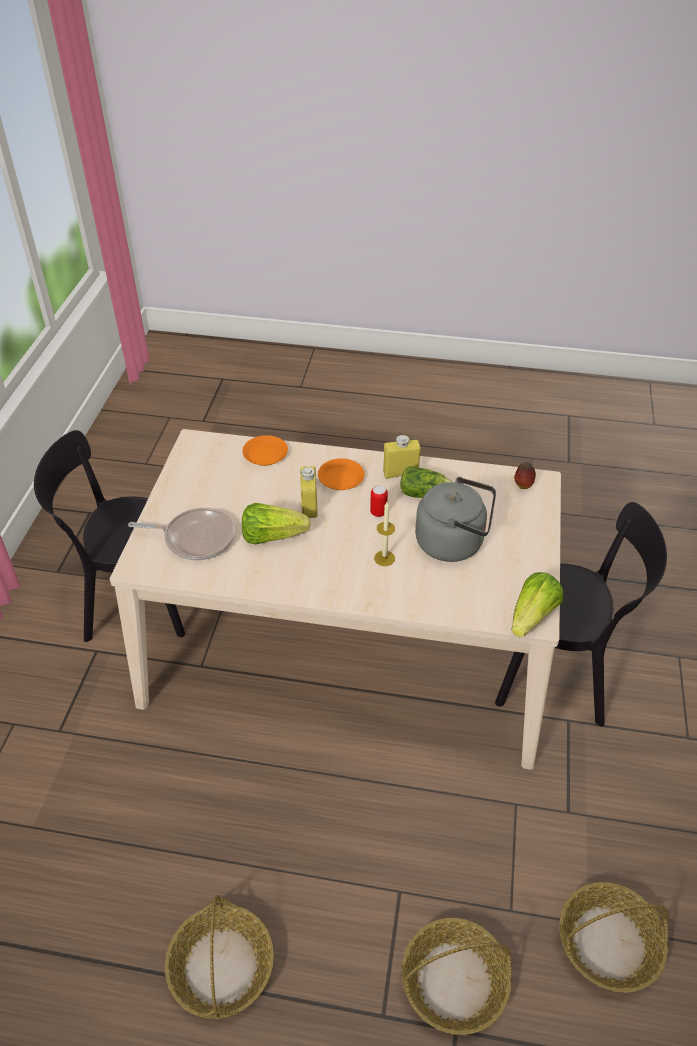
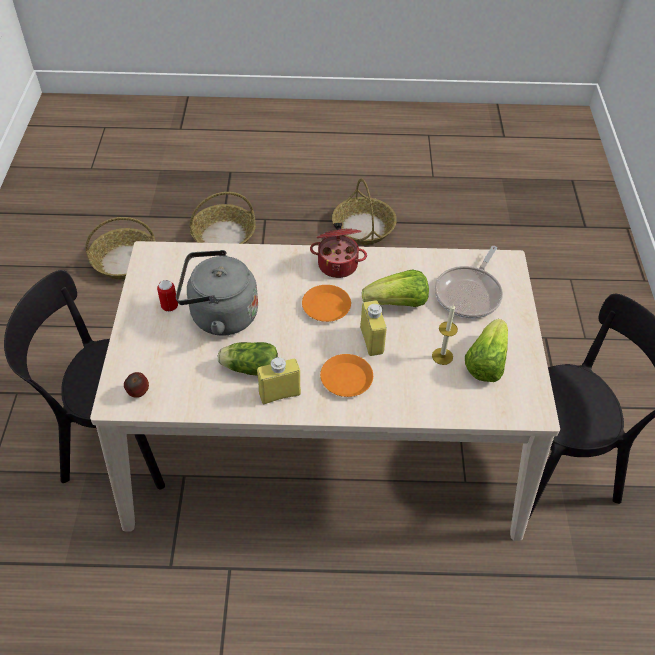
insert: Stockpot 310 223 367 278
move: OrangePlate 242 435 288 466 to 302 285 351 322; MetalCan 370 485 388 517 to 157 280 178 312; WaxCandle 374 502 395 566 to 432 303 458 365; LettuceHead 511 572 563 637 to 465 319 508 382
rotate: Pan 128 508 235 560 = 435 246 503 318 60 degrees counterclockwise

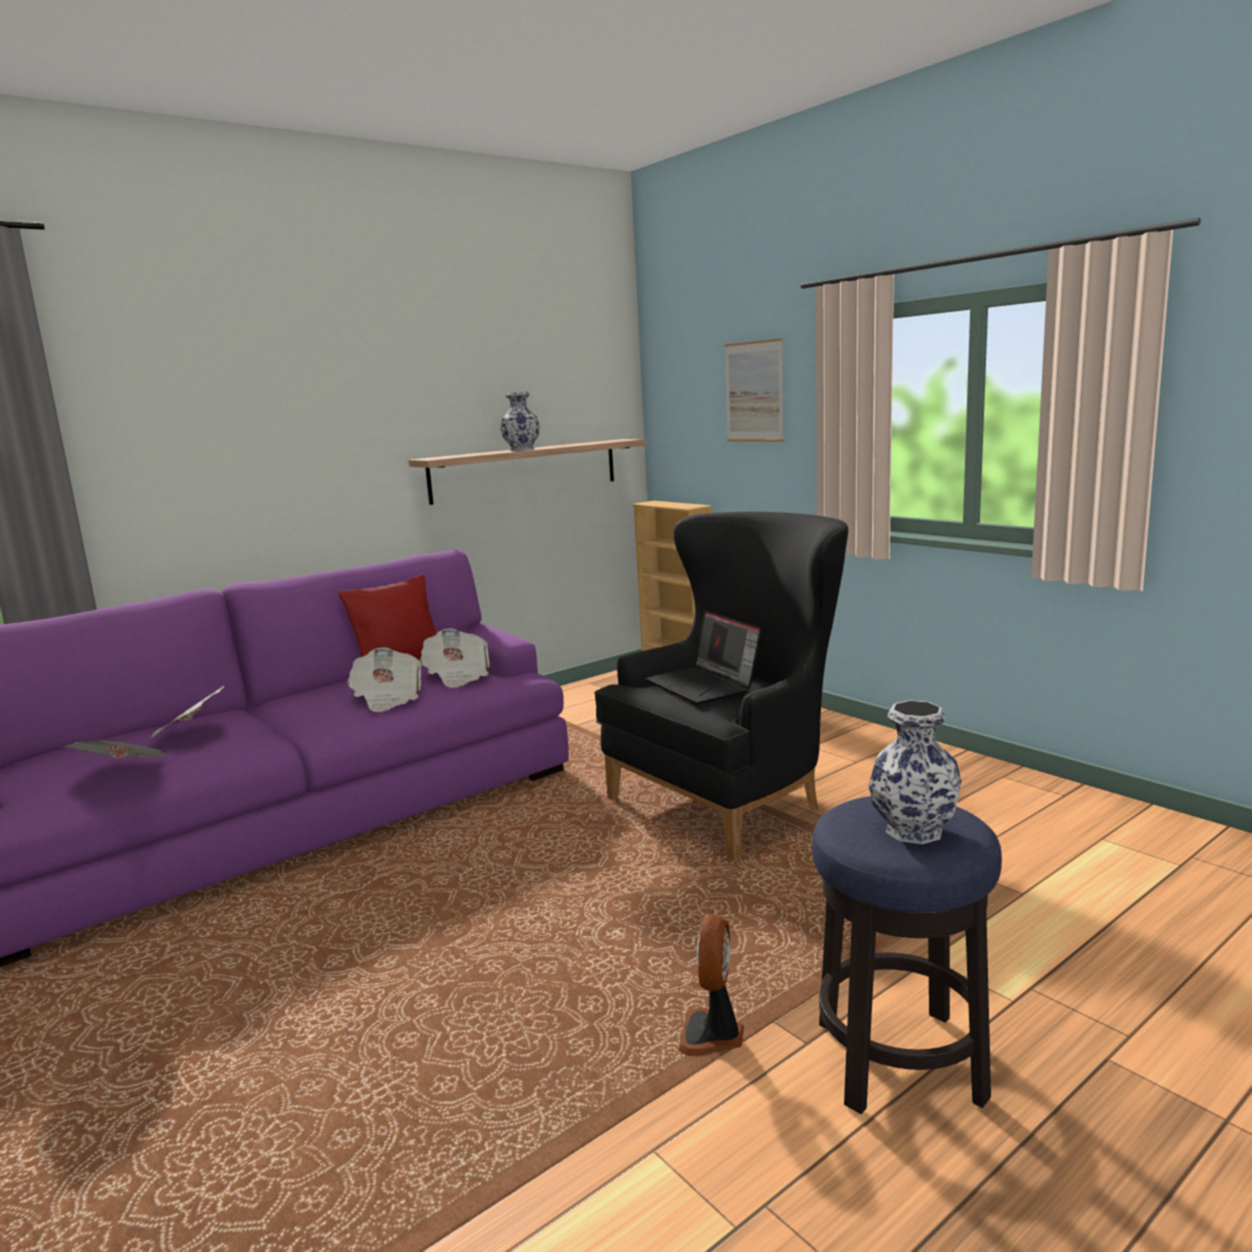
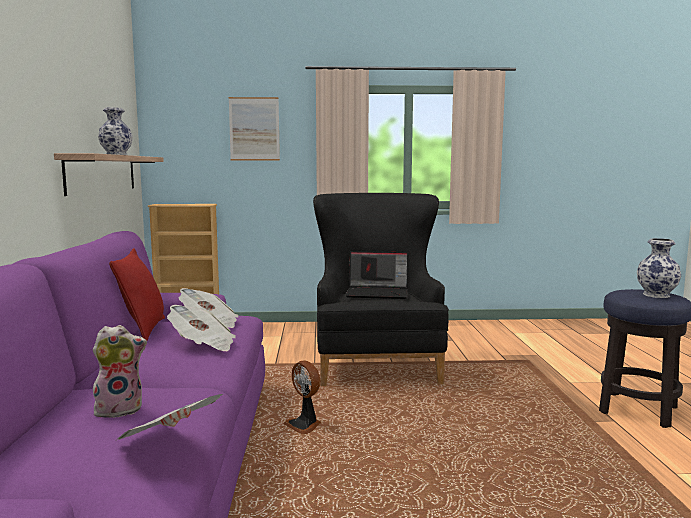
move: Fan 678 914 744 1056 to 283 361 321 434
replace: Newspaper 144 686 224 743 to CuddlyToy 93 325 147 418

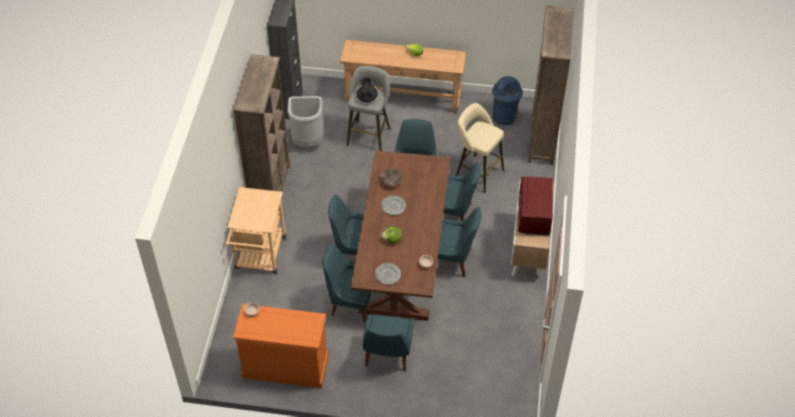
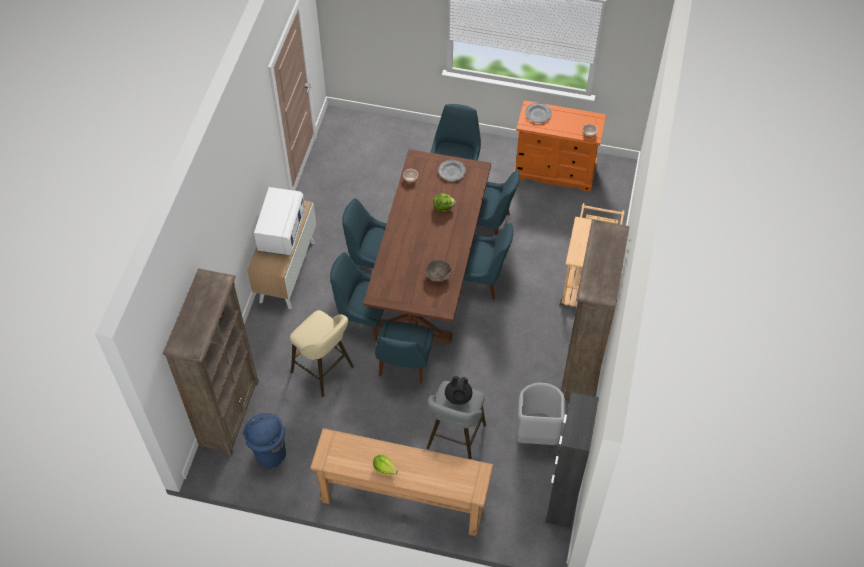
move: GreyPlate 381 196 406 215 to 525 103 552 123
recolor: RedColouredMicrowaveOven 518 176 553 236 to WhiteColouredMicrowaveOven 254 187 305 255

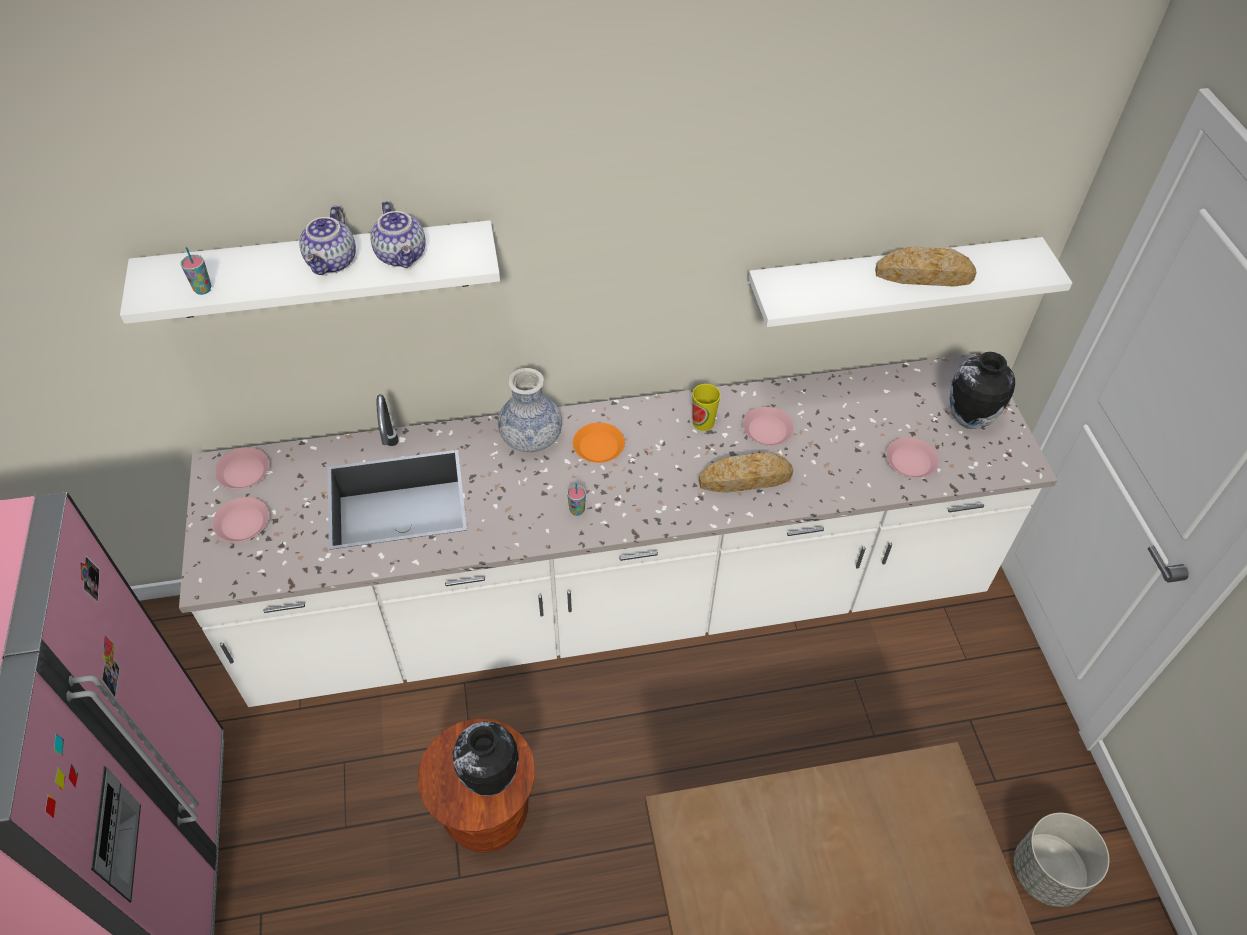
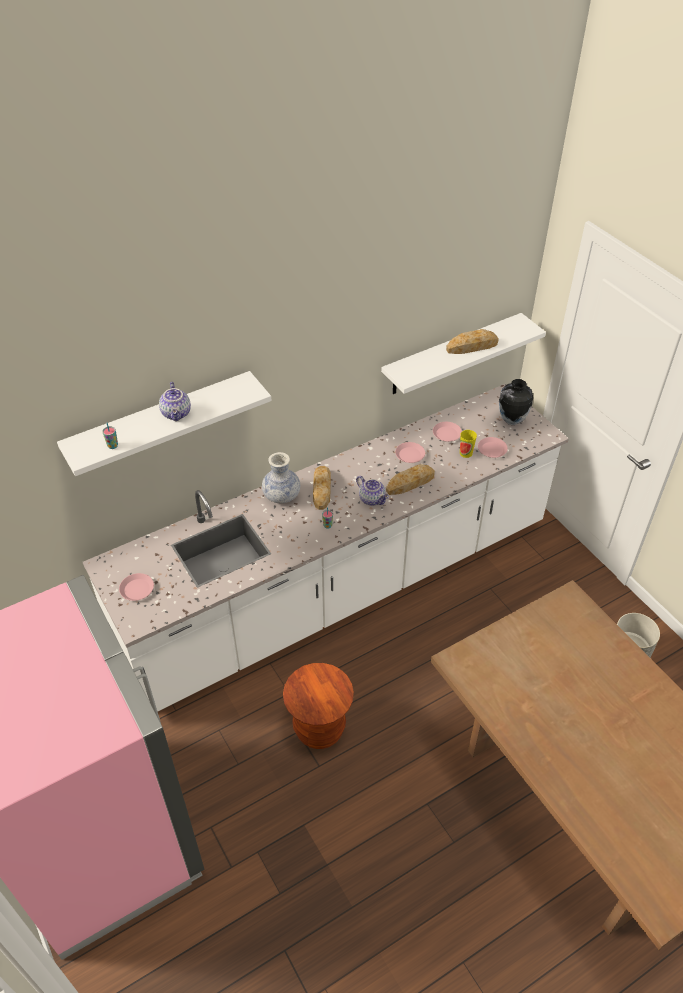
delete: Vase 453 722 519 796
move: PinkishPlate 215 447 269 489 to 433 422 462 442; Teapot 370 201 426 268 to 356 476 389 506; DrinkingCup 692 384 721 431 to 460 430 477 458
replace: OrangePlate 573 423 625 463 to BakedBread 313 466 331 510

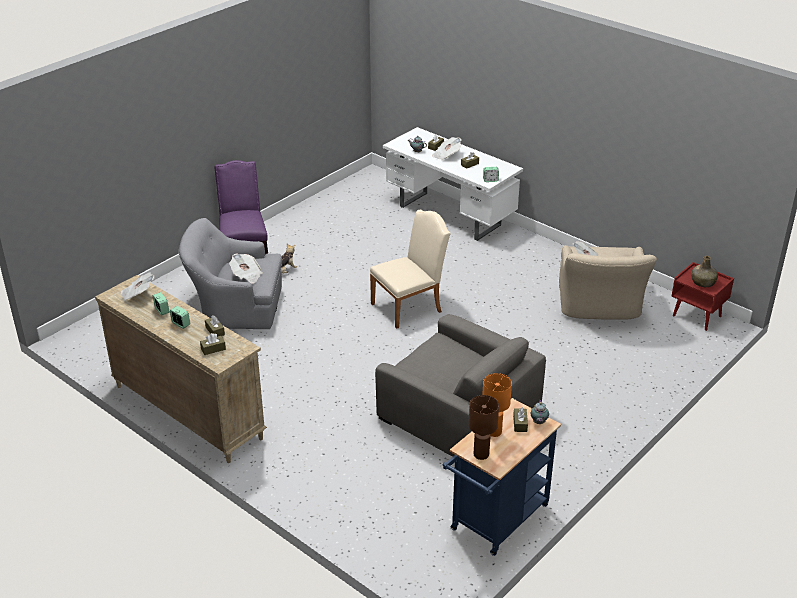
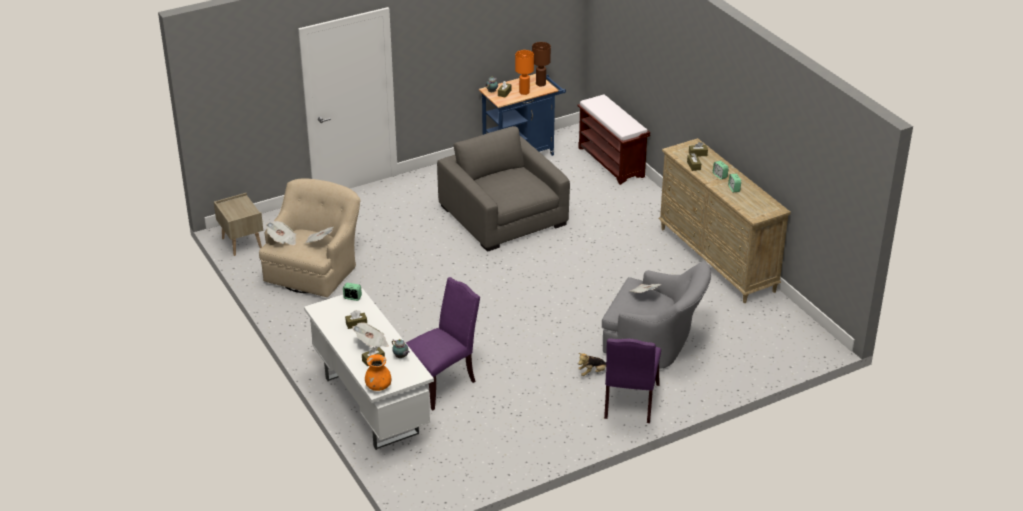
delete: BeigeColouredPlainChair 370 210 451 329; GreenBeverageBottle 691 256 718 287
insert: OrangeVase 365 354 392 391; PurplishPlainChair 406 277 480 411; BrownIndoorBench 577 95 650 185
move: Newspaper 120 272 154 301 to 266 221 296 246
recolor: RedColouredNightstand 671 262 734 331 to BeigeColouredNightstand 214 193 263 256

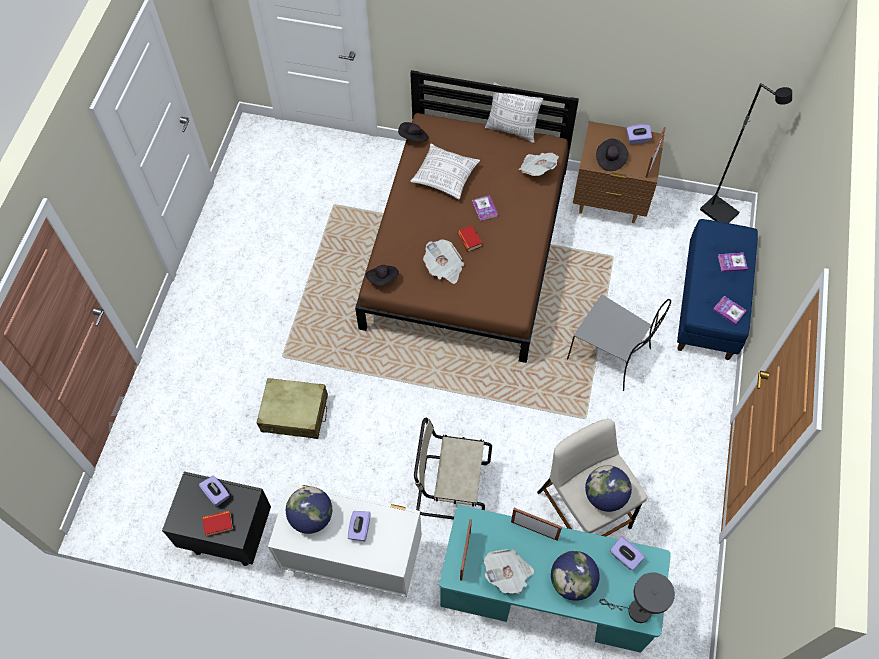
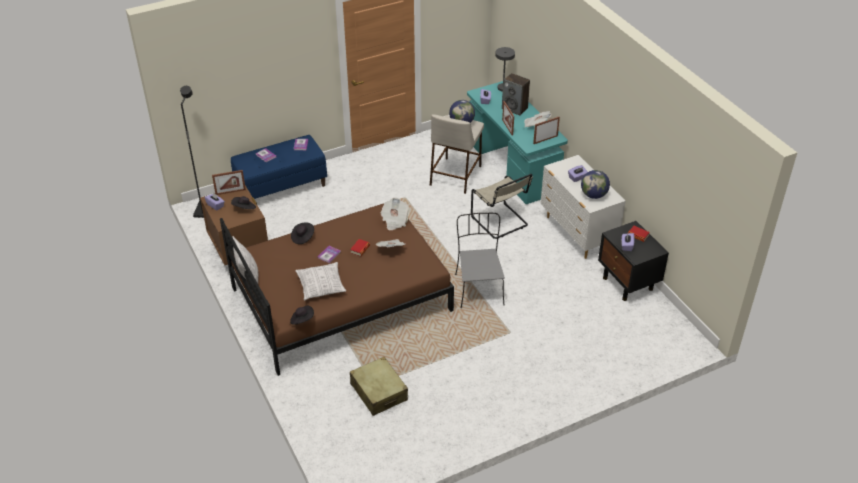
move: BeigeColouredTravelCase 257 378 328 439 to 350 357 408 416; BlackHat 366 265 399 286 to 291 223 314 244; Newspaper 519 153 559 176 to 381 198 410 230; GreyPlainChair 567 294 671 391 to 455 213 505 308
replace: WorldGlobe 551 551 600 601 to AudioSpeaker 502 73 530 115

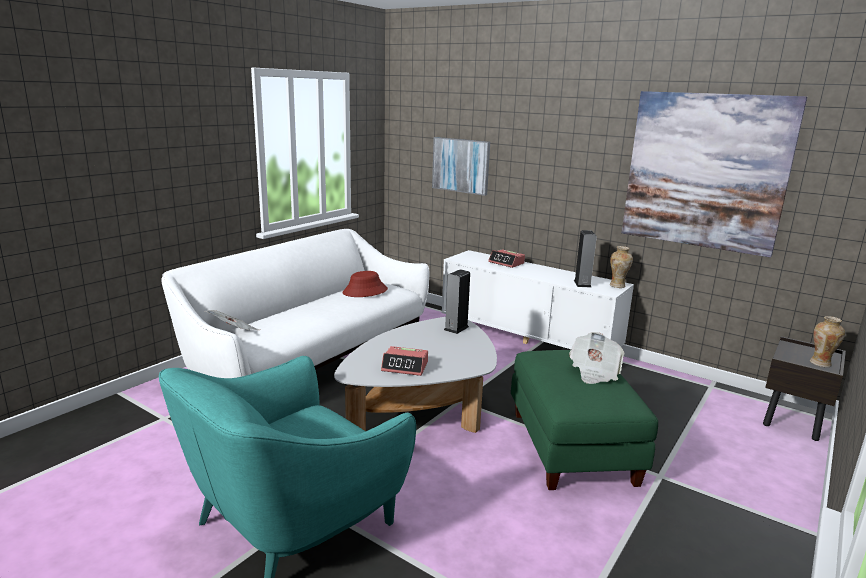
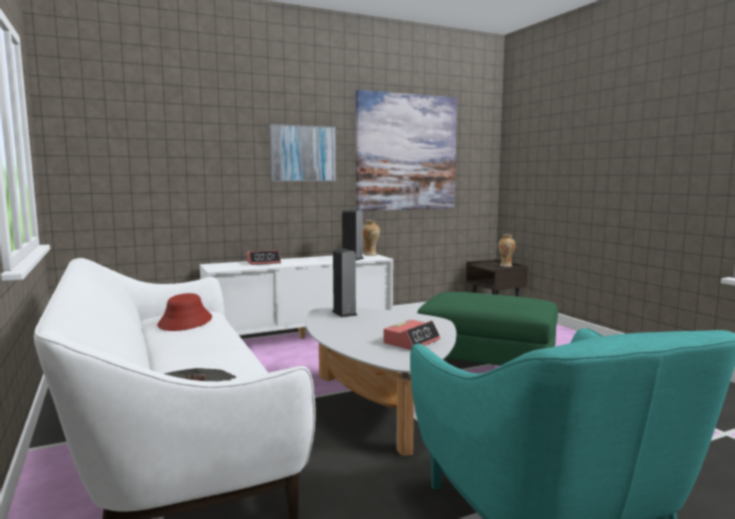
delete: Newspaper 569 332 624 384
move: Picture 432 137 490 196 to 269 124 336 181

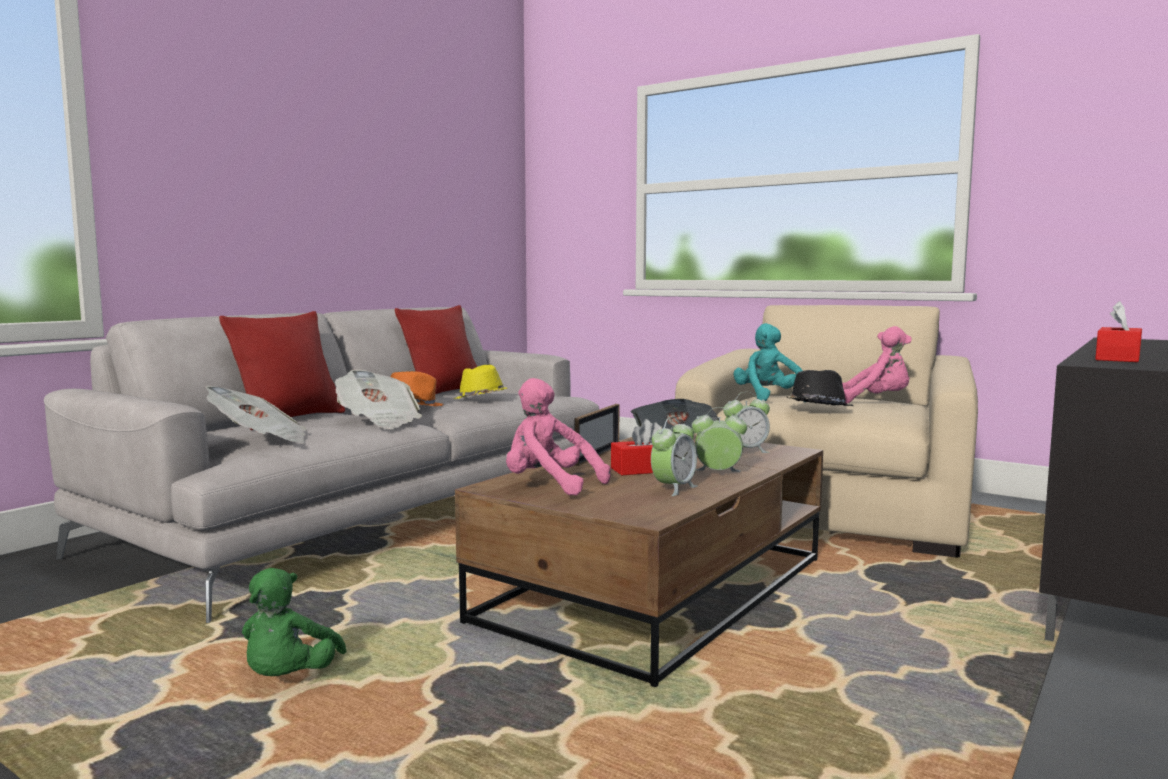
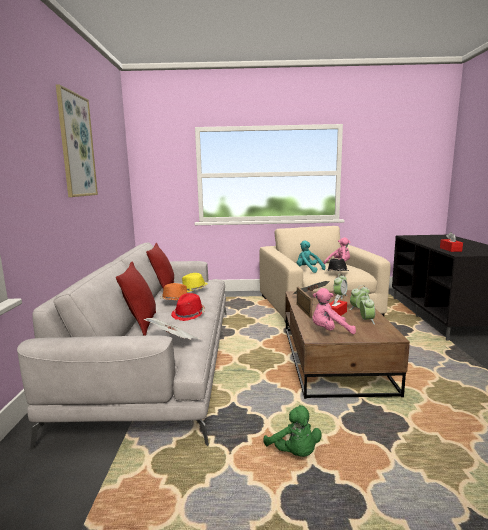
insert: Picture 56 84 98 197
replace: Newspaper 335 369 422 429 to RedColouredHat 171 293 205 321

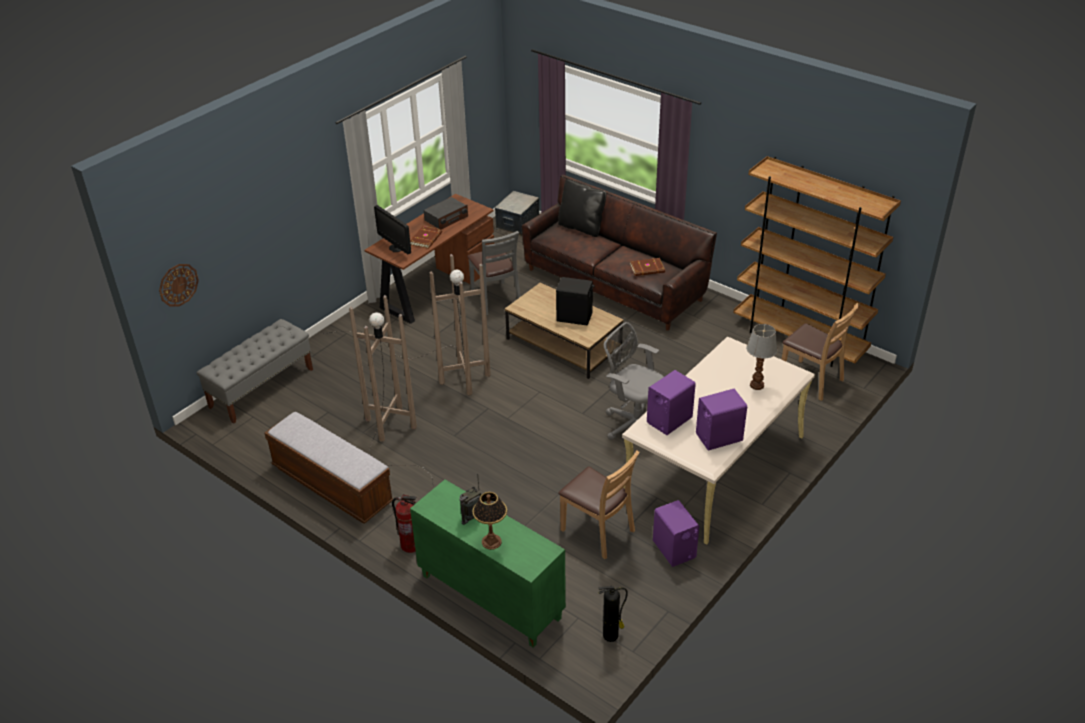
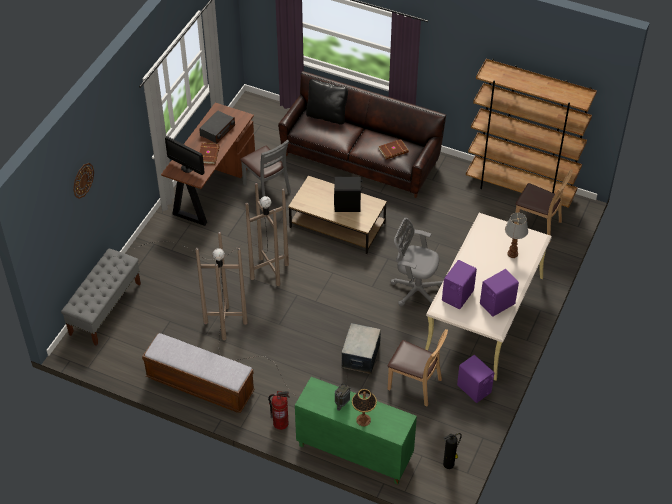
move: HangingClock 159 264 199 306 to 73 163 94 199; StorageBin 495 191 539 236 to 341 323 381 374

